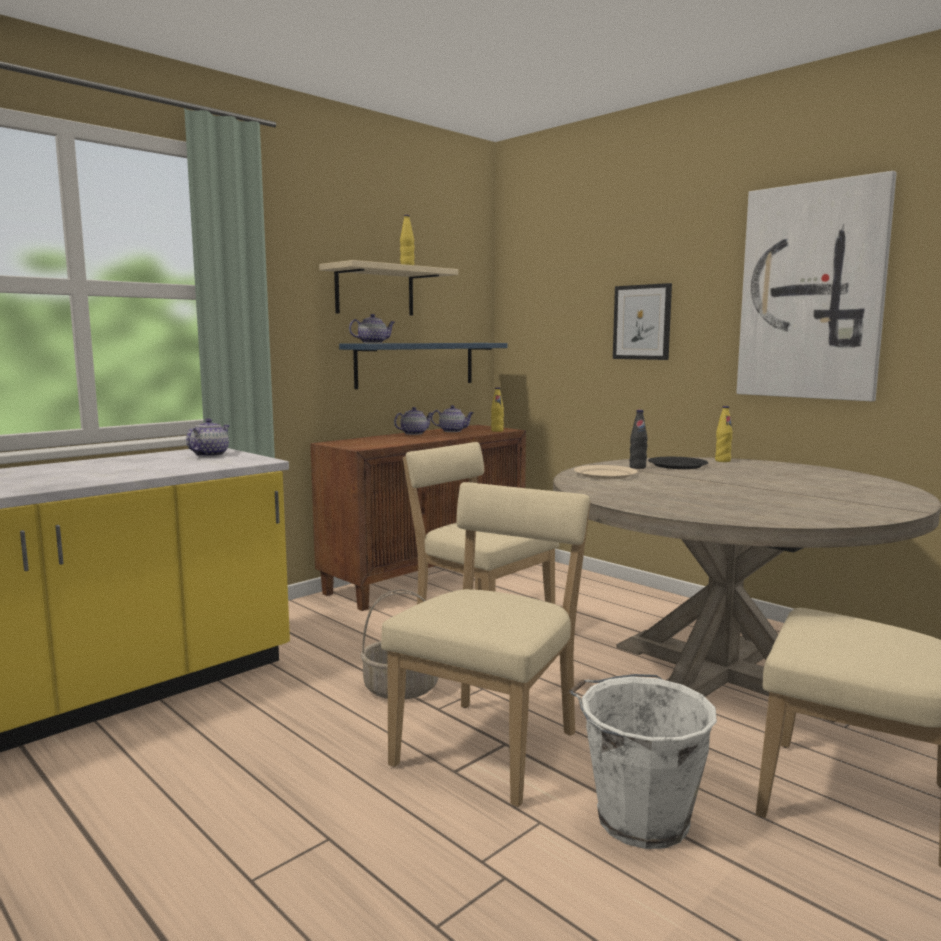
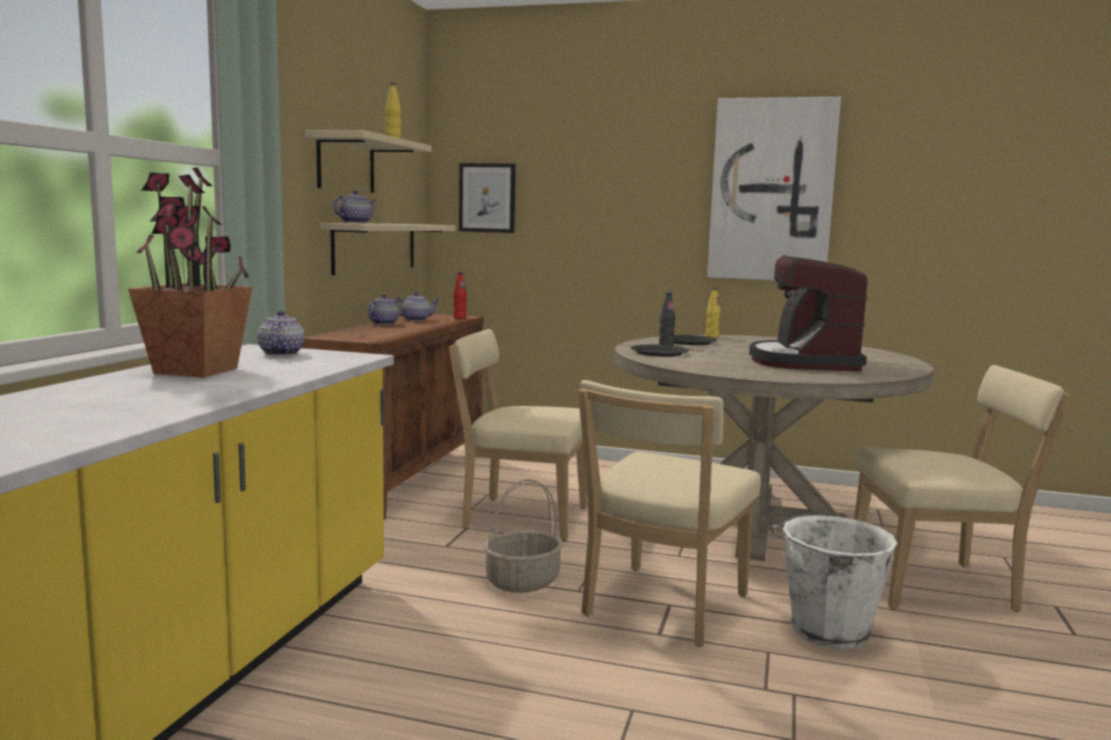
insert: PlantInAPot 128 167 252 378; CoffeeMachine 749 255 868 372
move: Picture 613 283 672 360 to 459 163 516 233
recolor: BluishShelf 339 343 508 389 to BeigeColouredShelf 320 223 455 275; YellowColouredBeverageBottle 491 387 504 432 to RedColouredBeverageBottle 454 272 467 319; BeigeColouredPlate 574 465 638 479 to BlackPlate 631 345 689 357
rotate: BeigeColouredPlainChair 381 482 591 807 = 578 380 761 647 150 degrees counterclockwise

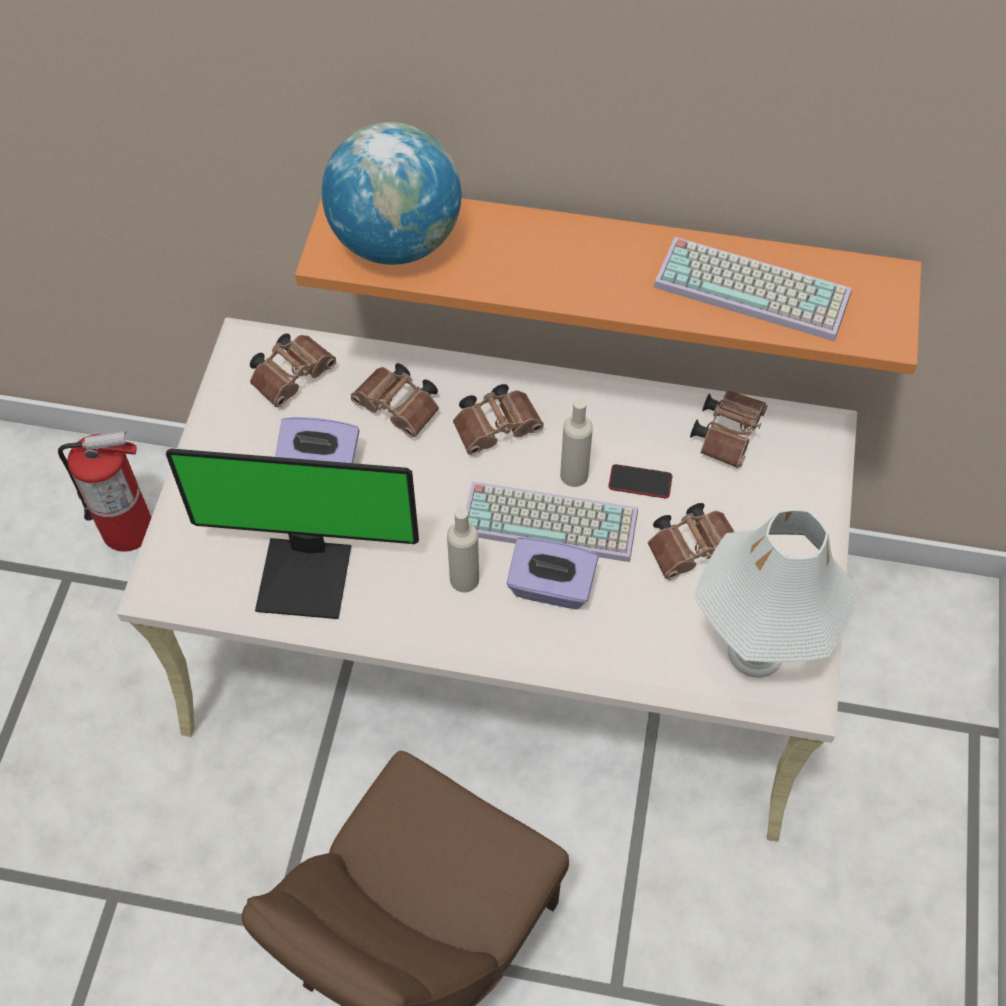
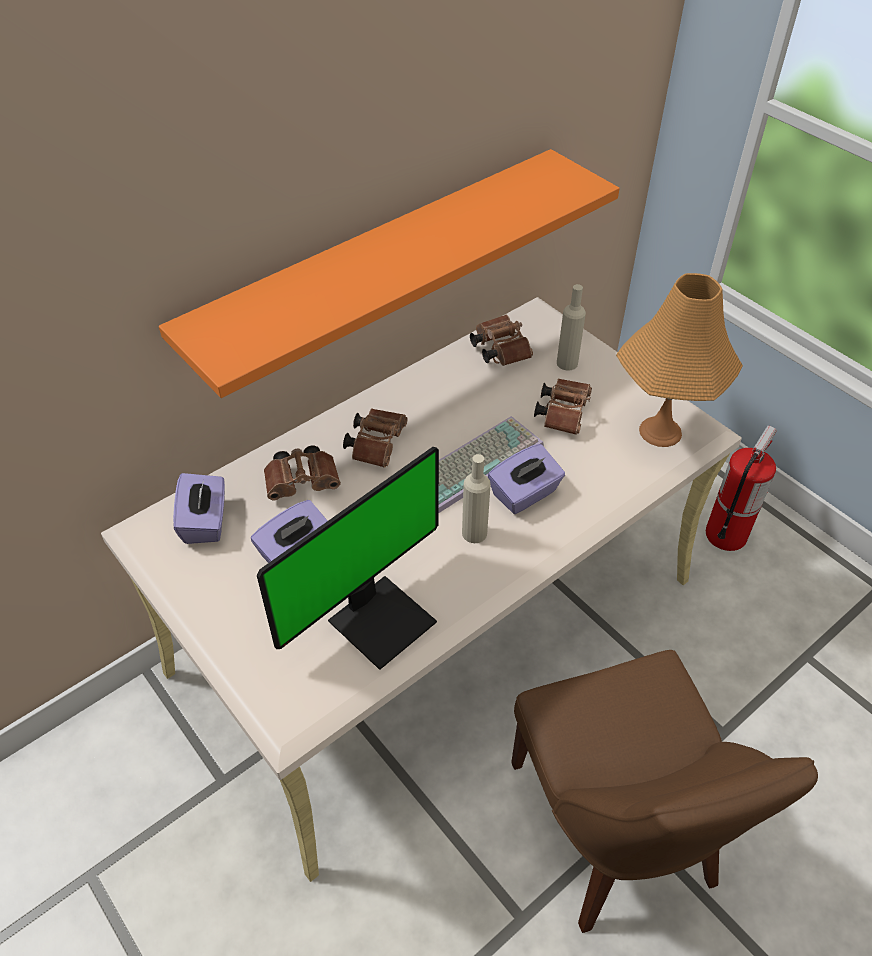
delete: WorldGlobe 322 122 461 265; Phone 609 464 672 498; ComputerKeyboard 653 237 852 342
move: FireFightingCylinder 58 431 152 551 to 706 426 777 551; BeigeColouredBeverageBottle 560 398 593 487 to 557 284 586 371
replace: BrownFieldGlasses 250 333 336 407 to PurplishBoxOfTissues 173 473 225 544
recolor: WhiteColouredTableLamp 694 508 858 678 to OrangeTableLamp 616 273 743 447

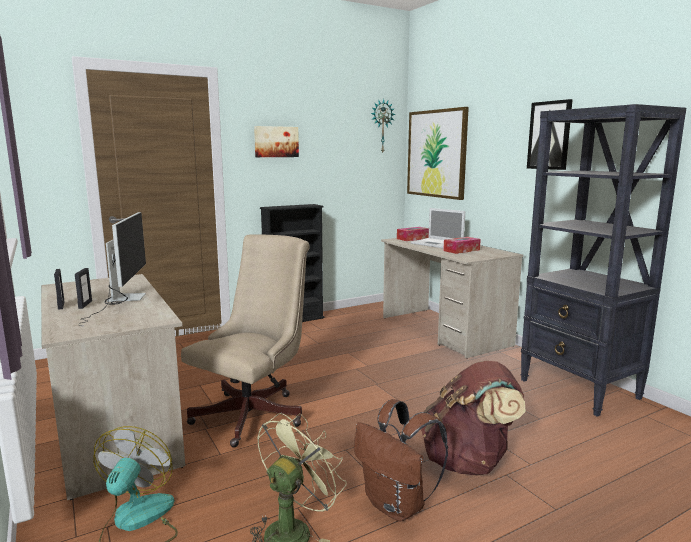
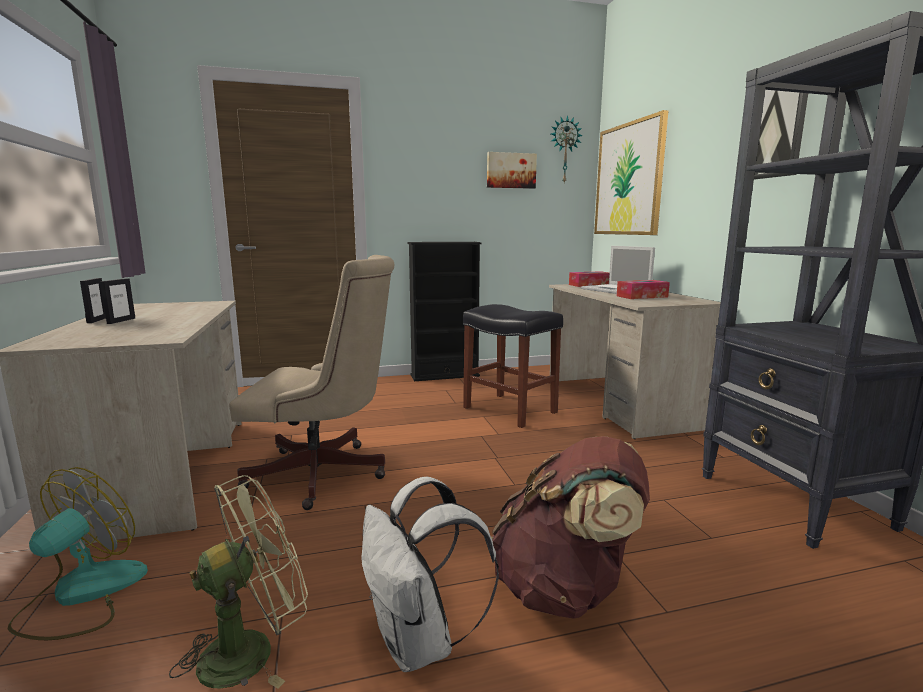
delete: Monitor 78 212 146 326
insert: BlackSittingStool 463 304 563 428
move: Picture 254 126 299 157 to 487 152 537 189
recolor: BrownKnapsack 354 399 448 522 to WhiteColouredKnapsack 361 477 499 672
rotate: BeigeColouredComputerChair 181 235 310 448 = 229 255 395 510 45 degrees clockwise

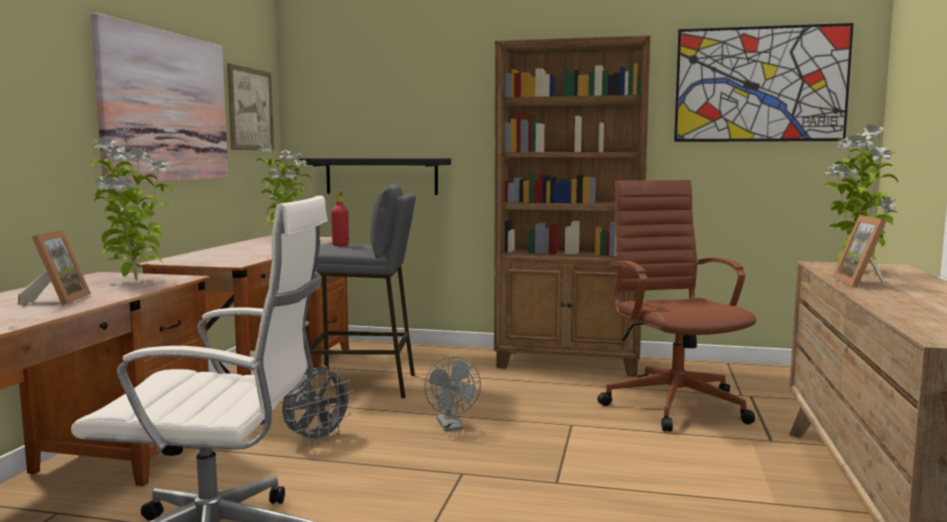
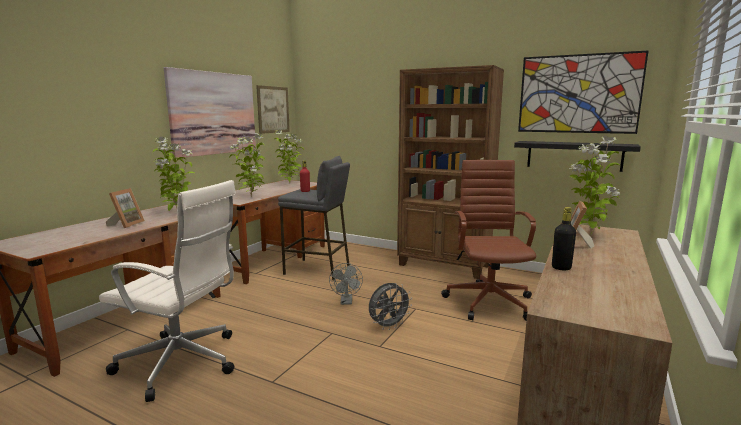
insert: PlantInAPot 229 133 265 197; BlackBeverageBottle 552 207 576 270
move: GreyFan 282 365 354 444 to 369 283 412 330; BlackShelf 298 158 451 195 to 514 141 641 172

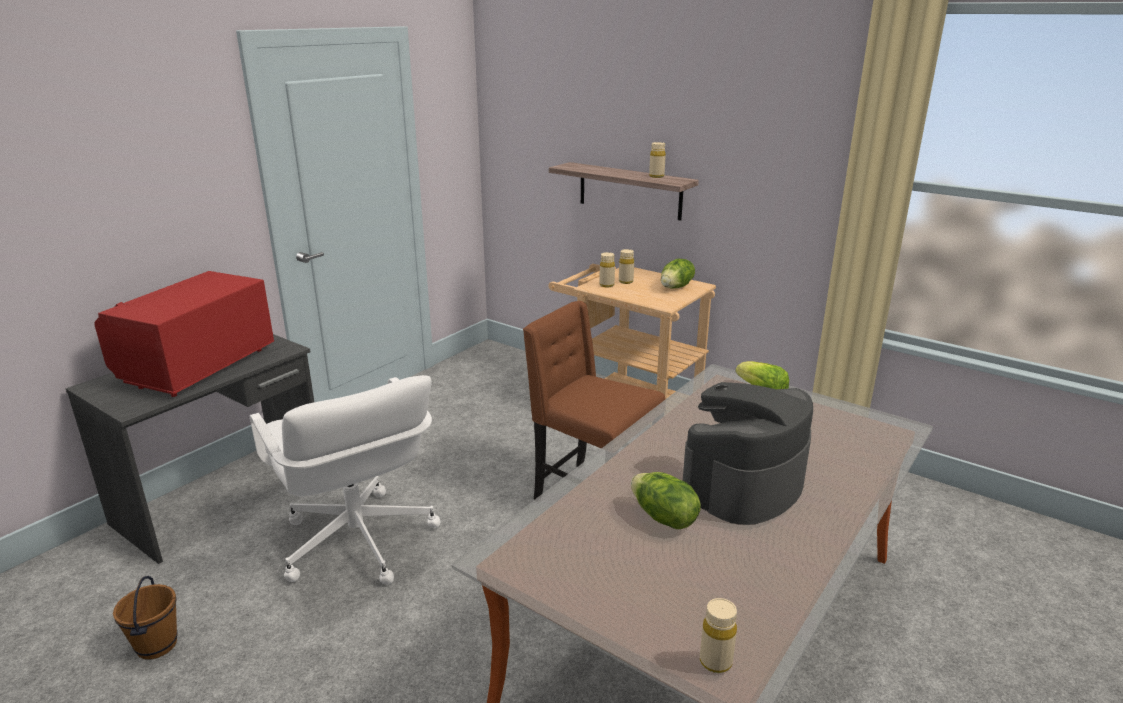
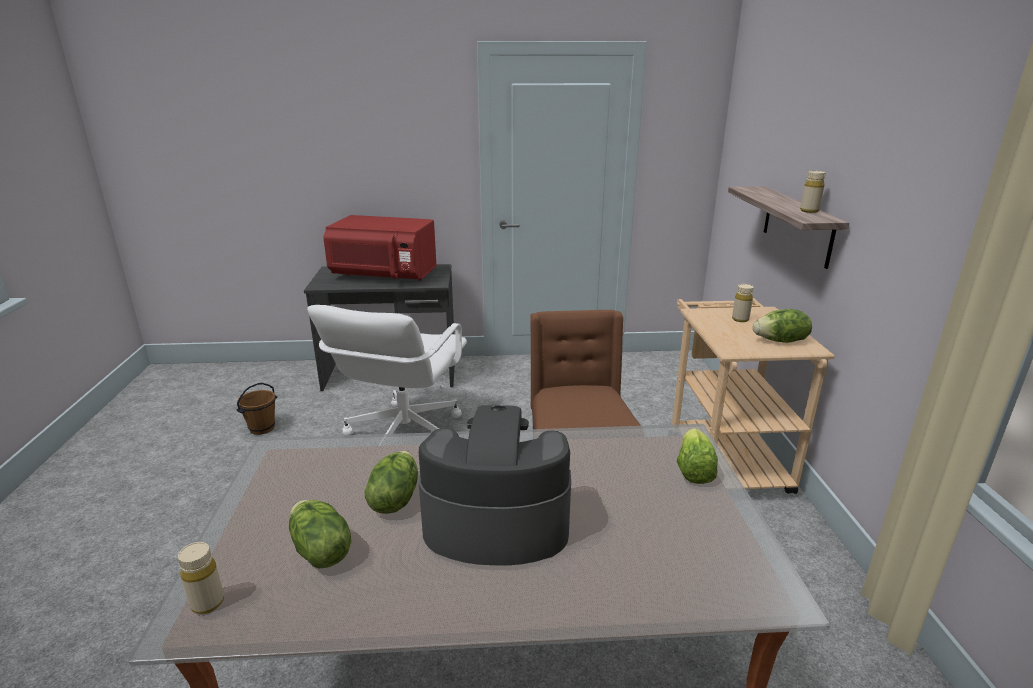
delete: BeigeColouredBeverageBottle 599 252 615 287
insert: LettuceHead 289 500 351 569
rotate: RedColouredMicrowaveOven 94 271 274 397 = 323 215 437 281 150 degrees counterclockwise

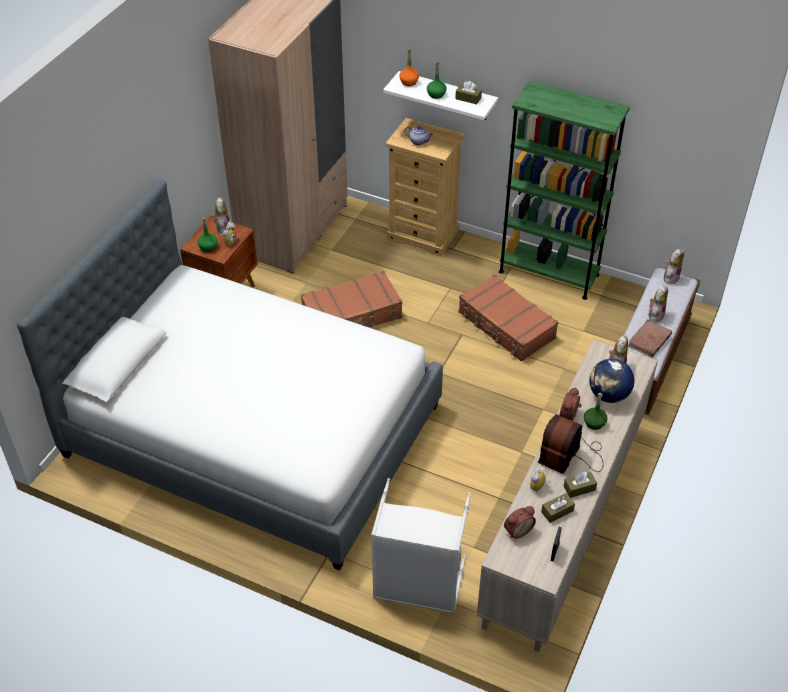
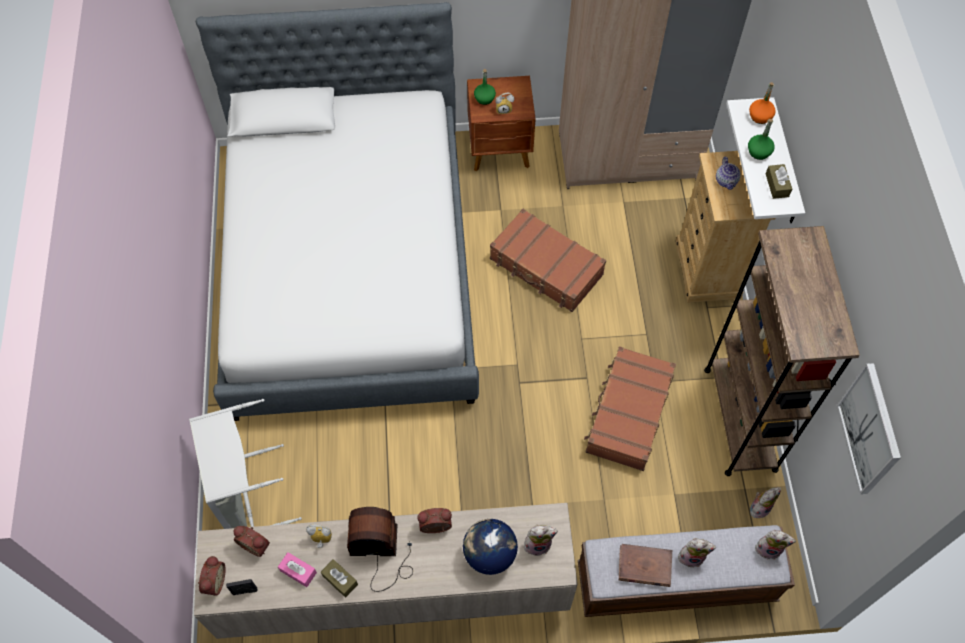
delete: GreenBeverageBottle 584 393 607 430
insert: BedsideClock 198 556 226 596; Picture 837 363 901 494
move: CuddlyToy 212 197 230 234 to 750 487 781 518
recolor: GreenBookshelf 499 81 630 300 to BrownBookshelf 704 226 860 476; BrownBoxOfTissues 541 493 575 523 to PinkishBoxOfTissues 278 552 317 587

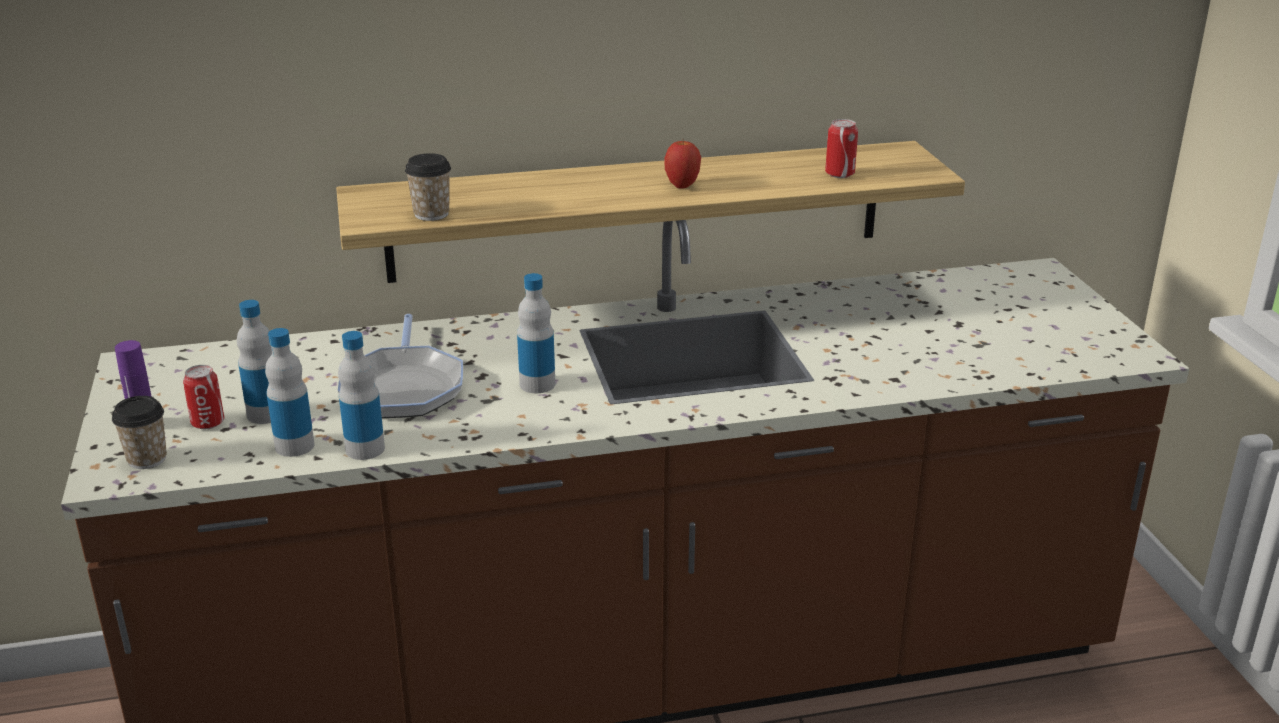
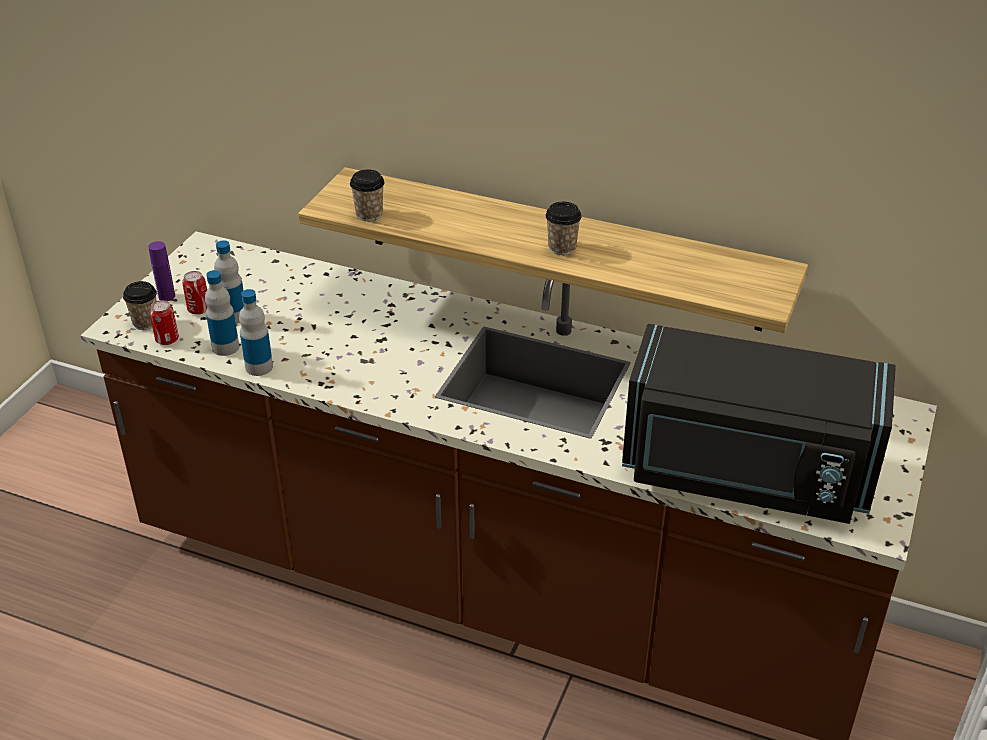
delete: Pan 338 314 463 418; BeverageBottle 517 273 555 393
insert: BlackMicrowaveOven 622 324 896 524
move: MetalCan 825 119 858 178 to 150 300 179 345
replace: AppleFruit 664 141 701 189 to DrinkingCup 545 202 582 255

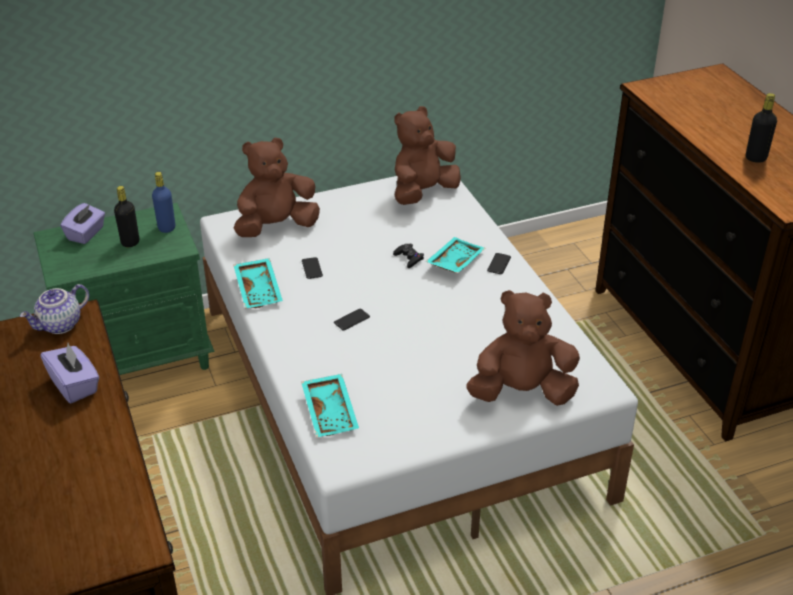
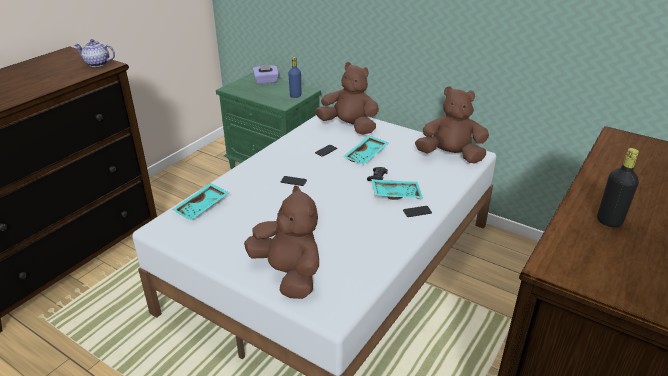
delete: PurplishBoxOfTissues 40 343 99 403; BlackBeverageBottle 114 186 139 247
move: BlueGreenCarryingTray 233 258 283 309 to 343 135 389 164

